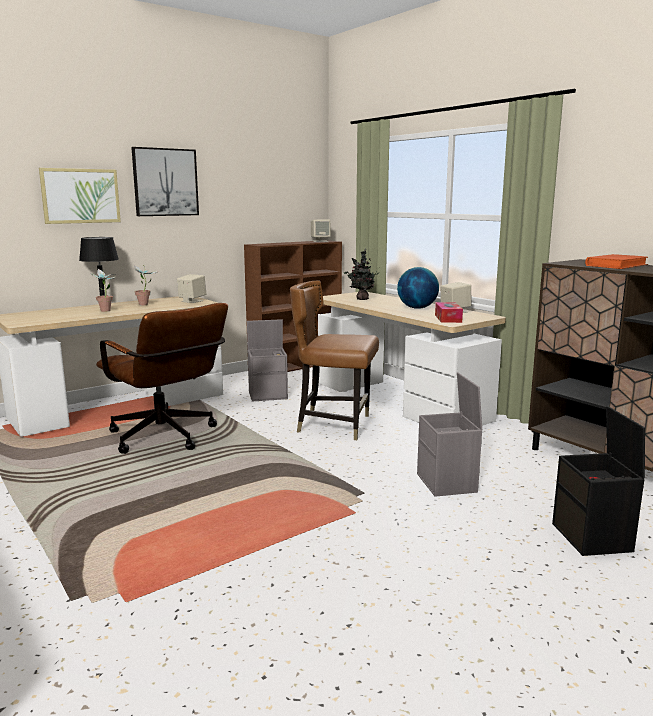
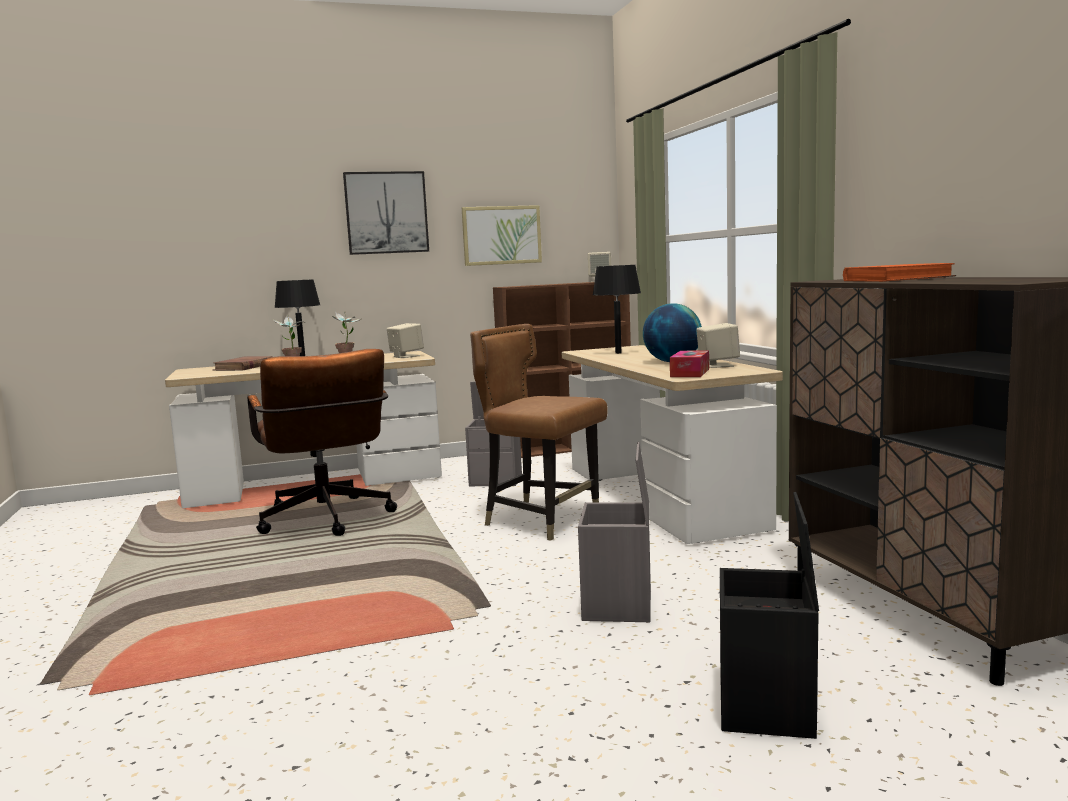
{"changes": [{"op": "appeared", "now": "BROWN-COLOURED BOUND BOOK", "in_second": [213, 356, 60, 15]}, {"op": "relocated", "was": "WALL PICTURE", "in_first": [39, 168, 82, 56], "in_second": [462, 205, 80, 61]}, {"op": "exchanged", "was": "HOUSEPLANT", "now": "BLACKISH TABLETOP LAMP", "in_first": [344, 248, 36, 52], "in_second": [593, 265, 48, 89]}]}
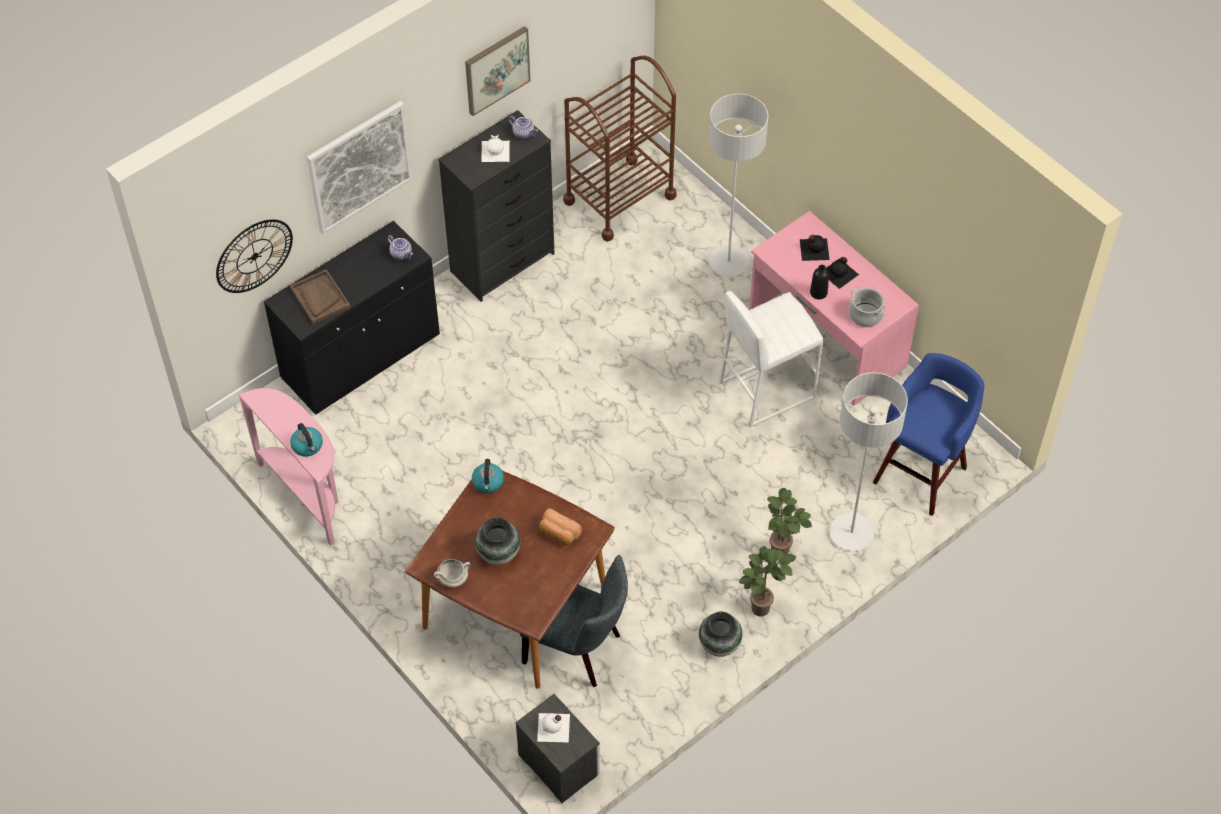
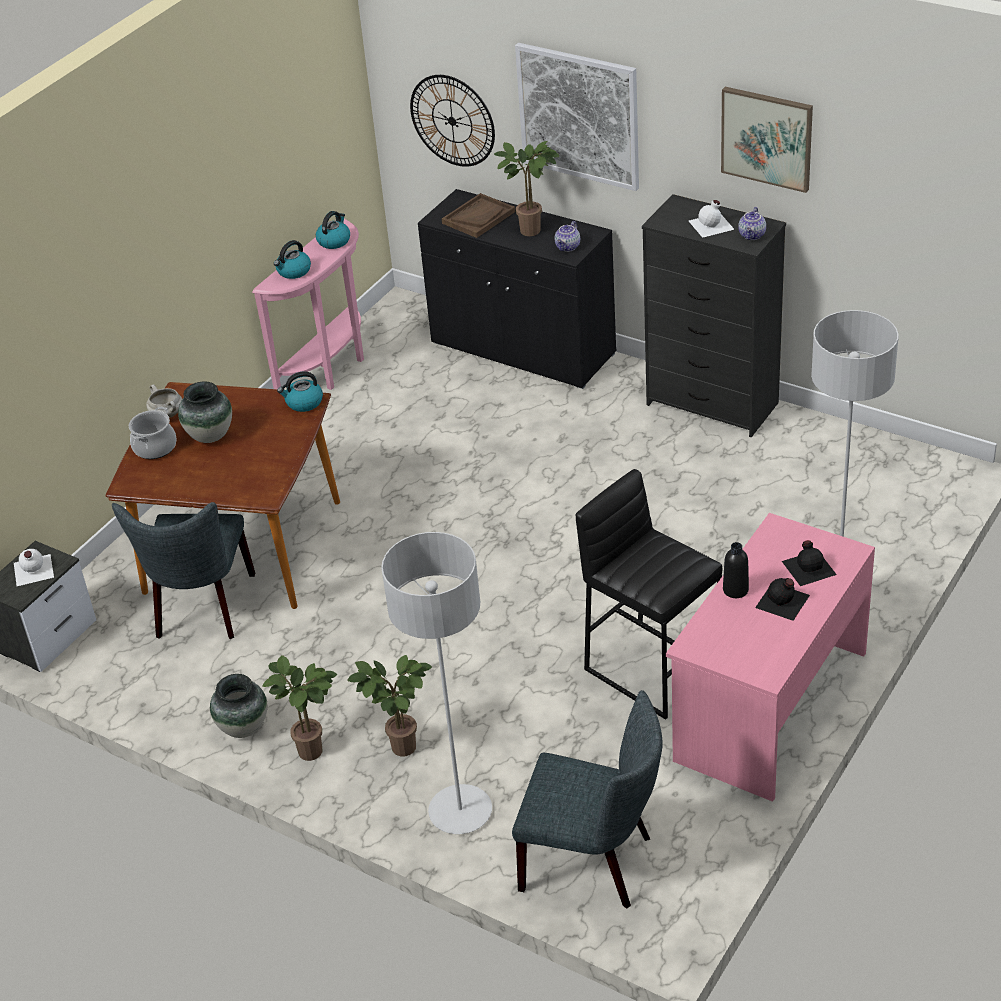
{"changes": [{"op": "relocated", "was": "COOKING POT", "in_first": [849, 287, 37, 40], "in_second": [129, 407, 48, 52]}, {"op": "appeared", "now": "WATER KETTLE", "in_second": [316, 211, 34, 38]}, {"op": "appeared", "now": "HOUSEPLANT", "in_second": [494, 141, 65, 95]}, {"op": "exchanged", "was": "BLUE-COLOURED STOOL SEAT", "now": "GREYISH CHAIR", "in_first": [873, 353, 112, 163], "in_second": [512, 690, 151, 219]}, {"op": "colour", "was": "WHITE-COLOURED STOOL SEAT", "now": "BLACKISH STOOL SEAT", "in_first": [719, 291, 104, 136], "in_second": [576, 469, 146, 251]}, {"op": "missing", "was": "BAKERY BREAD", "in_first": [539, 508, 43, 37]}, {"op": "missing", "was": "BROWN-COLOURED TROLLEY", "in_first": [563, 56, 113, 186]}]}
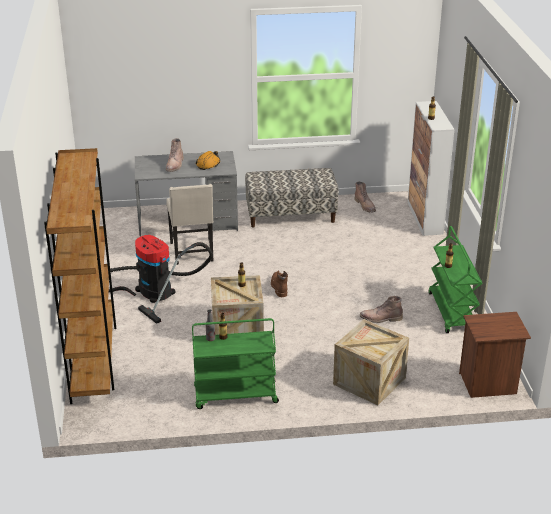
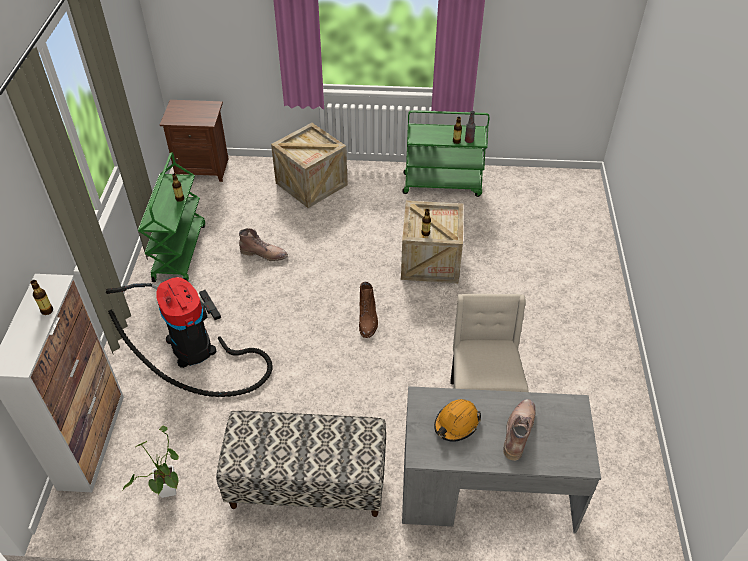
{"changes": [{"op": "relocated", "was": "VACUUM CLEANER", "in_first": [109, 235, 104, 89], "in_second": [106, 277, 167, 120]}, {"op": "exchanged", "was": "BROWN-COLOURED TALL BOOT", "now": "HOUSEPLANT", "in_first": [354, 181, 22, 32], "in_second": [123, 426, 56, 72]}, {"op": "missing", "was": "BROWN-COLOURED SHELVING UNIT", "in_first": [44, 148, 72, 256]}]}
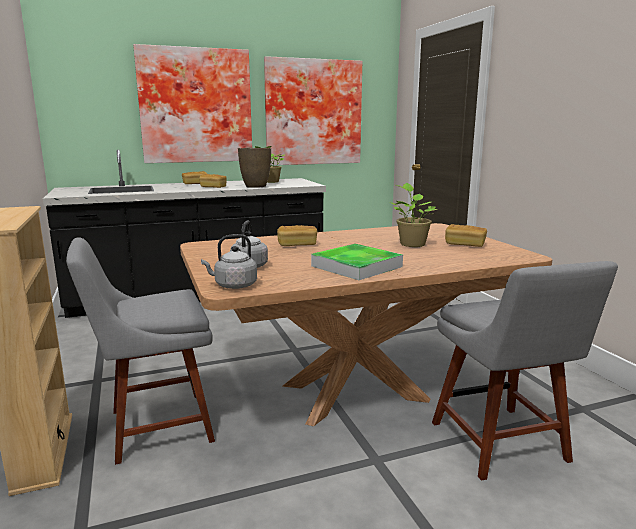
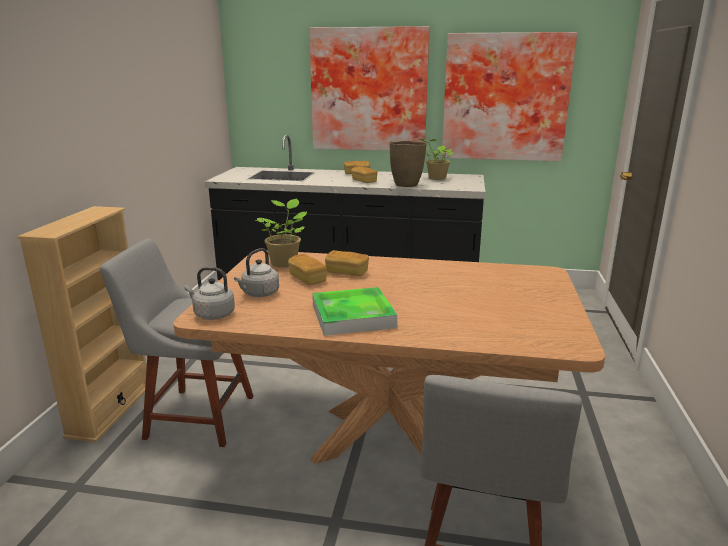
{"changes": [{"op": "relocated", "was": "HOUSEPLANT", "in_first": [389, 183, 48, 64], "in_second": [255, 198, 52, 70]}, {"op": "relocated", "was": "BAKERY BREAD", "in_first": [445, 224, 42, 23], "in_second": [288, 254, 39, 31]}]}
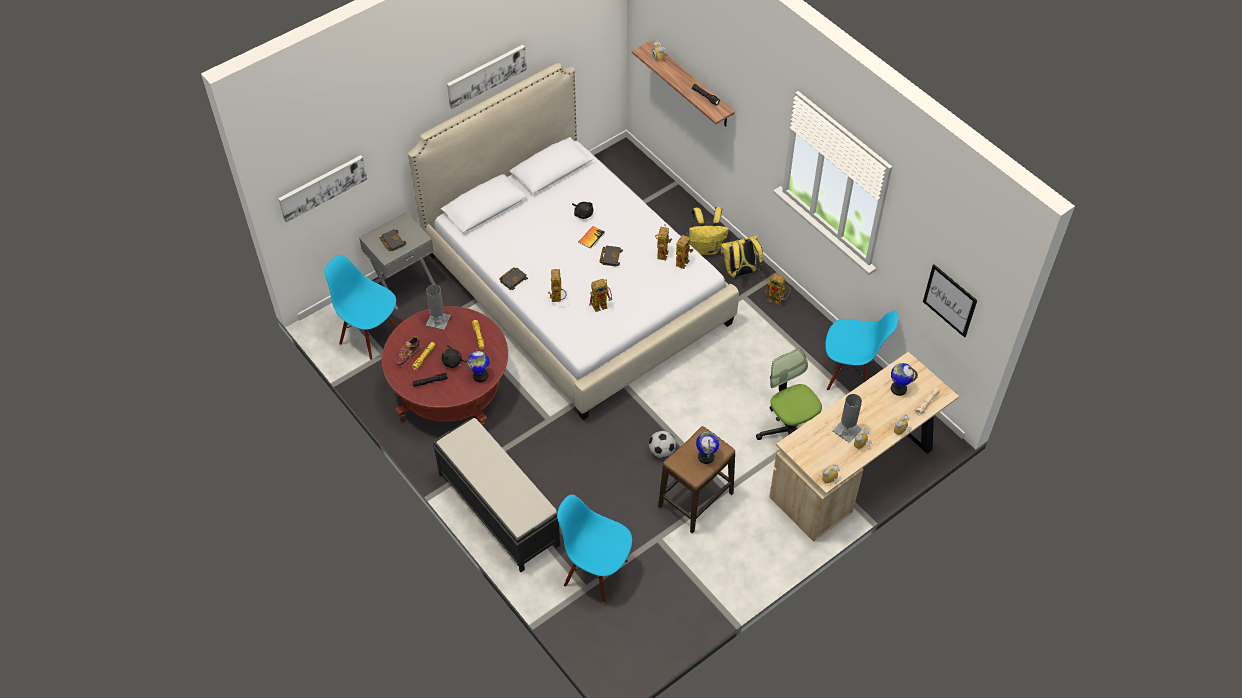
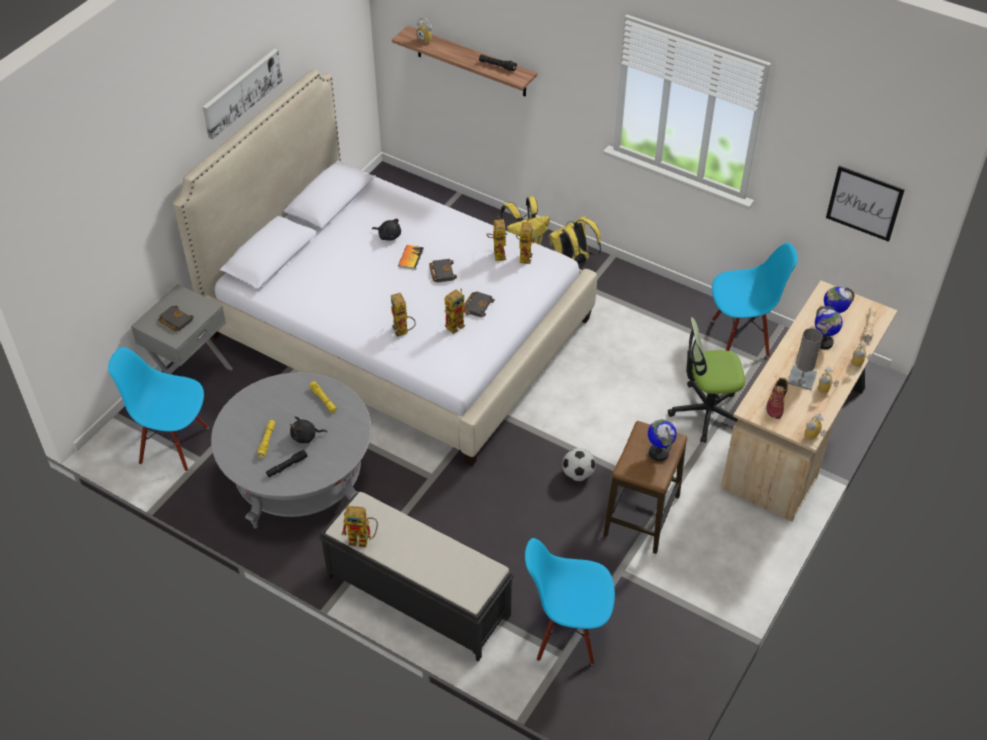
{"changes": [{"op": "colour", "was": "RED-COLOURED LOUNGE TABLE", "now": "GREYISH LOUNGE TABLE", "in_first": [382, 306, 126, 121], "in_second": [211, 372, 160, 156]}, {"op": "relocated", "was": "ROBOT FIGURE", "in_first": [765, 273, 26, 32], "in_second": [341, 506, 37, 41]}, {"op": "relocated", "was": "BLACKISH BOUND BOOK", "in_first": [499, 268, 29, 22], "in_second": [464, 291, 31, 26]}, {"op": "spun", "was": "OFFICE CHAIR", "in_first": [756, 348, 66, 92], "in_second": [668, 317, 77, 126], "clockwise": -45}, {"op": "relocated", "was": "ITEM OF FOOTWEAR", "in_first": [394, 336, 28, 30], "in_second": [766, 377, 22, 42]}, {"op": "relocated", "was": "WORLD GLOBE", "in_first": [467, 348, 23, 34], "in_second": [815, 306, 28, 43]}, {"op": "missing", "was": "WALL PICTURE", "in_first": [278, 155, 89, 68]}, {"op": "missing", "was": "GREYISH TABLETOP LAMP", "in_first": [426, 285, 25, 45]}]}
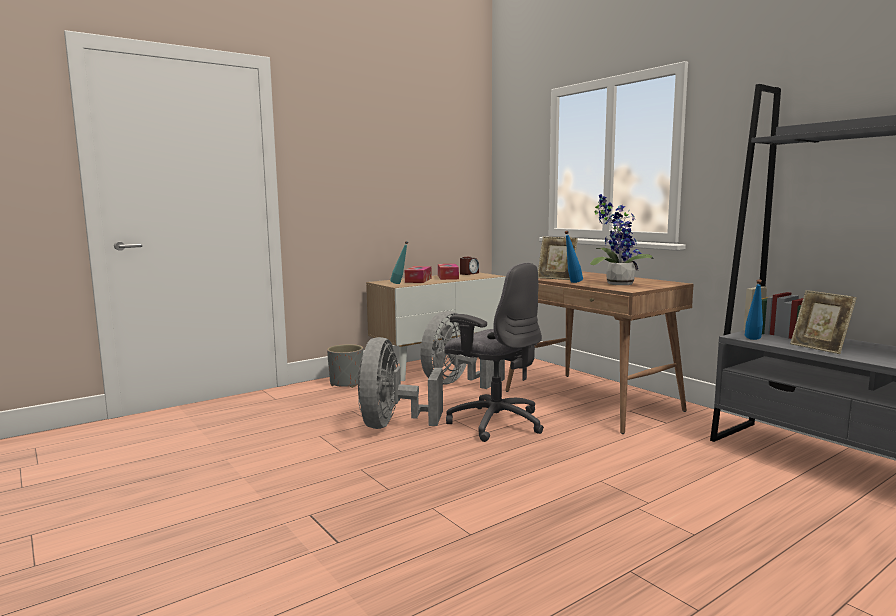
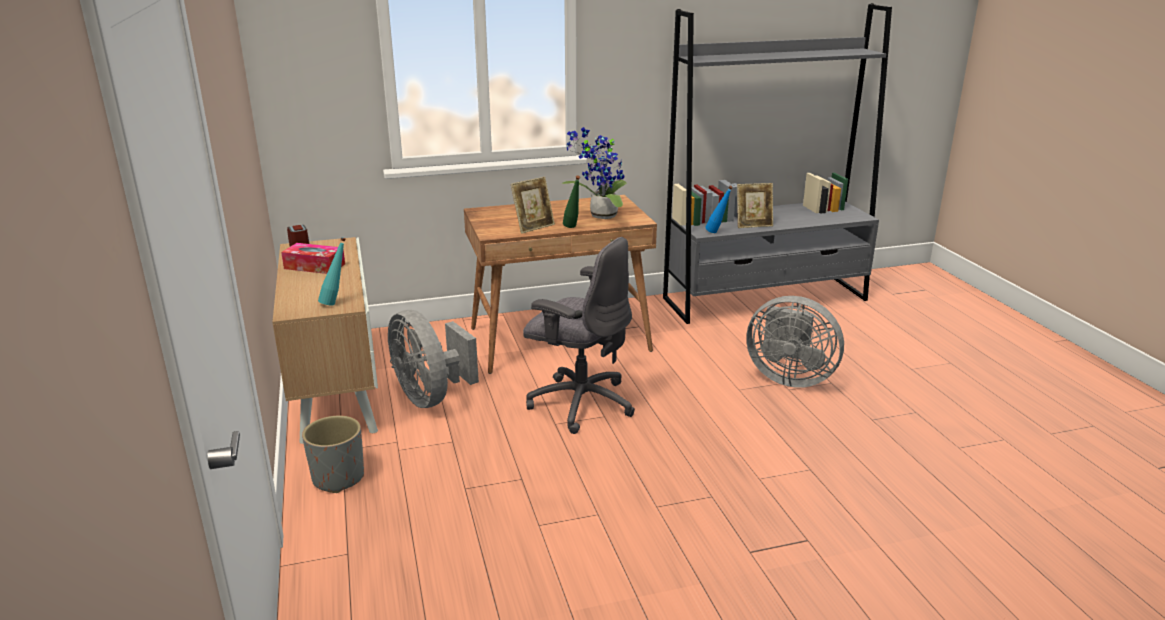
{"changes": [{"op": "spun", "was": "GREYISH OFFICE CHAIR", "in_first": [444, 263, 100, 179], "in_second": [523, 237, 112, 197], "clockwise": 60}, {"op": "colour", "was": "BLUE-COLOURED BOTTLE", "now": "GREEN BOTTLE", "in_first": [565, 231, 18, 52], "in_second": [563, 176, 17, 52]}, {"op": "relocated", "was": "GREYISH FAN", "in_first": [358, 337, 85, 92], "in_second": [746, 296, 98, 92]}, {"op": "missing", "was": "BOX OF TISSUES", "in_first": [405, 266, 27, 17]}]}
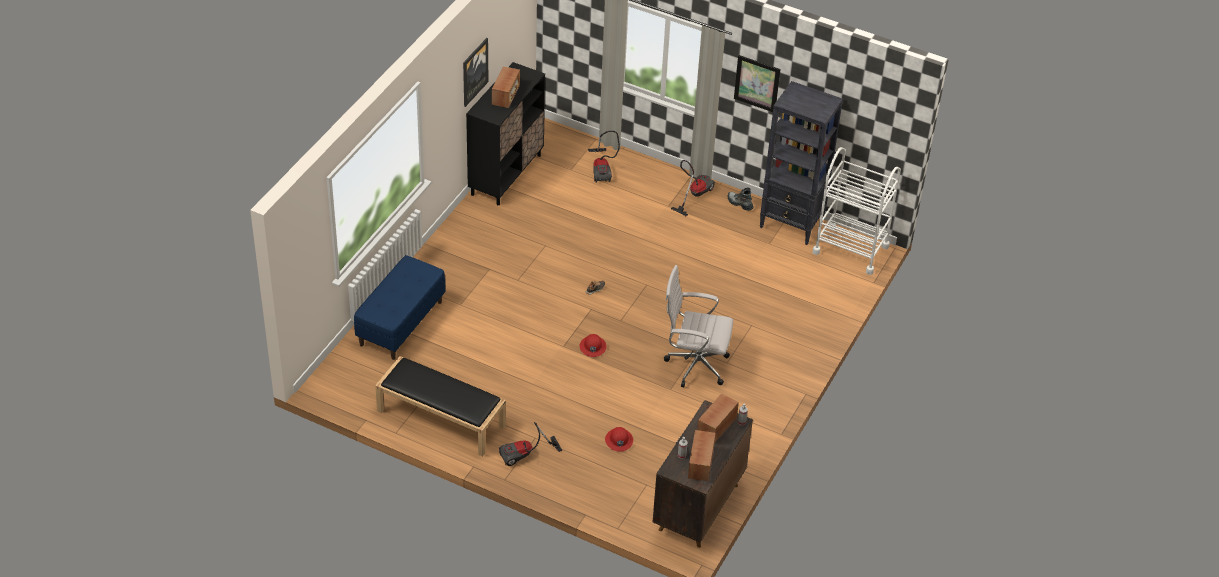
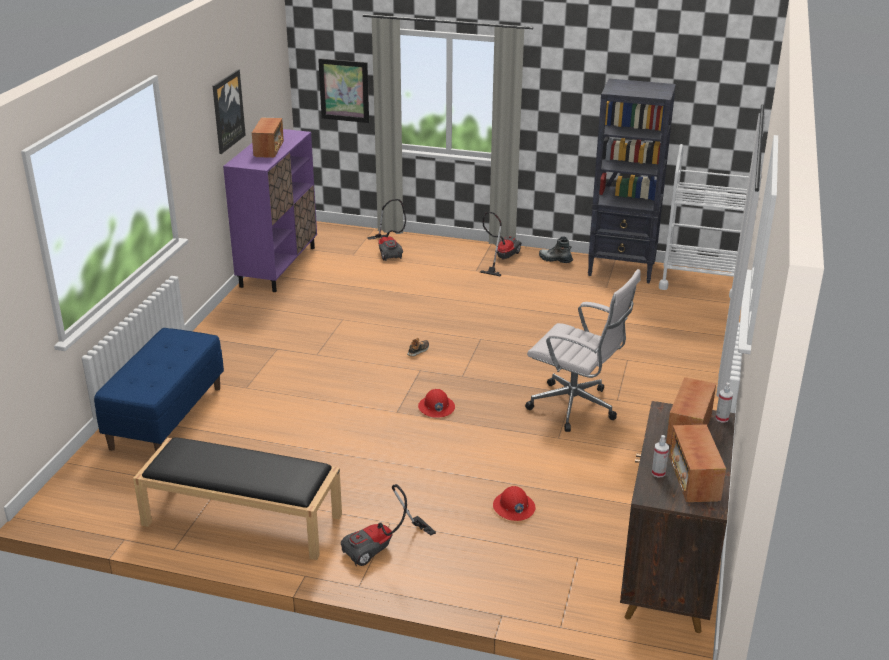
{"changes": [{"op": "colour", "was": "BLACKISH STORAGE CABINET", "now": "PURPLISH STORAGE CABINET", "in_first": [466, 62, 79, 143], "in_second": [223, 129, 94, 163]}, {"op": "relocated", "was": "WALL PICTURE", "in_first": [734, 55, 47, 57], "in_second": [318, 58, 51, 65]}, {"op": "spun", "was": "WHITE-COLOURED OFFICE CHAIR", "in_first": [664, 265, 69, 122], "in_second": [525, 269, 116, 163], "clockwise": -150}]}
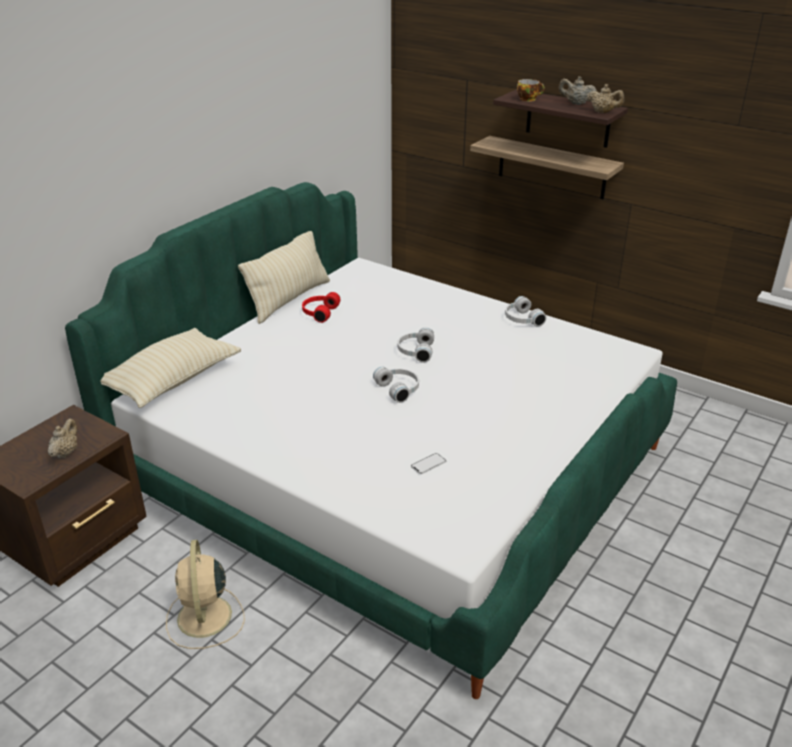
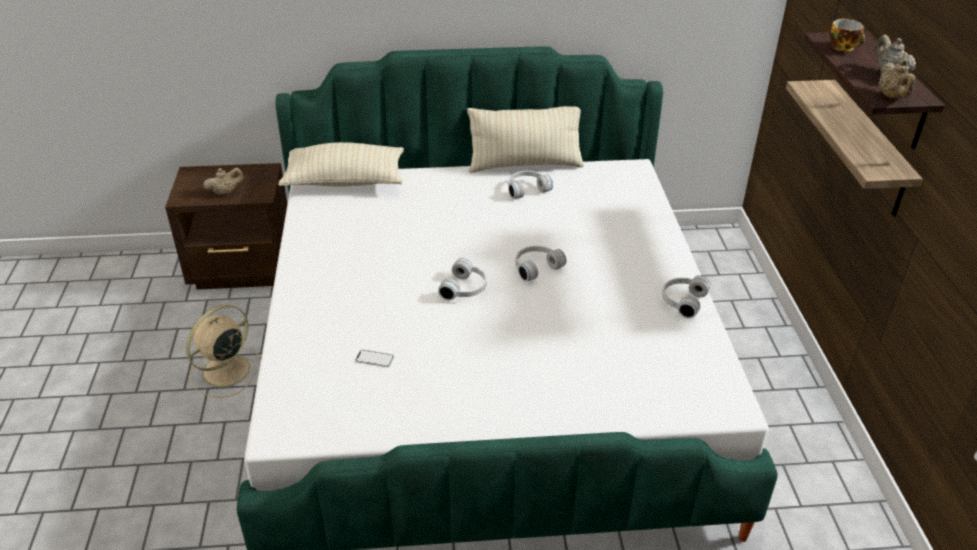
{"changes": [{"op": "colour", "was": "RED-COLOURED HEADPHONES", "now": "WHITE-COLOURED HEADPHONES", "in_first": [302, 292, 39, 31], "in_second": [508, 171, 45, 28]}]}
